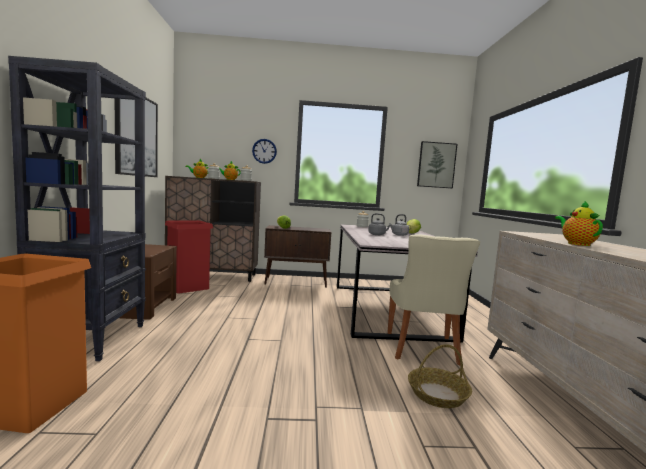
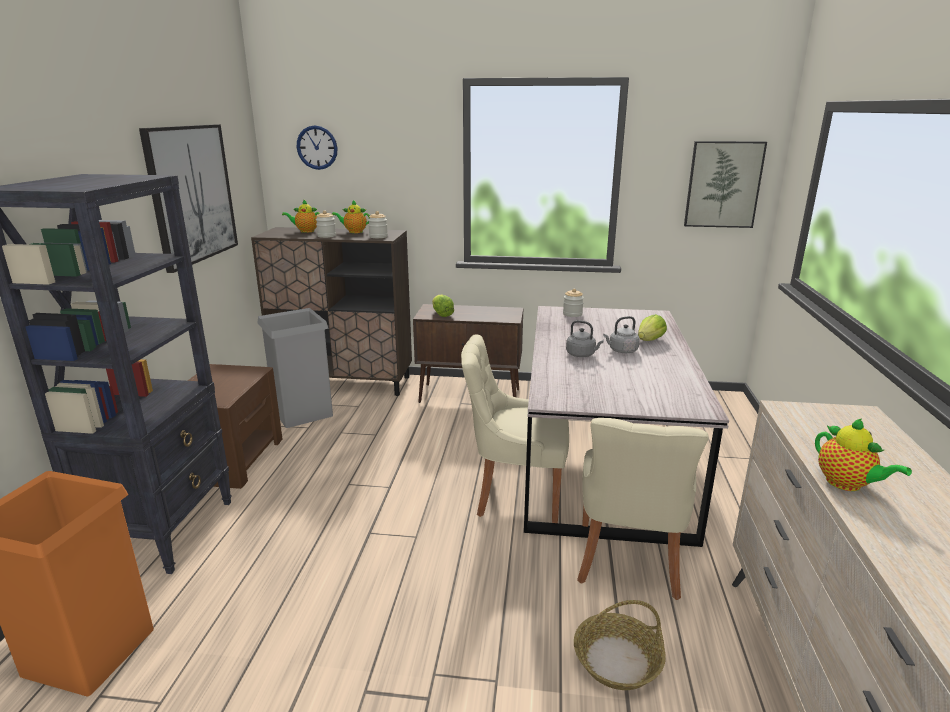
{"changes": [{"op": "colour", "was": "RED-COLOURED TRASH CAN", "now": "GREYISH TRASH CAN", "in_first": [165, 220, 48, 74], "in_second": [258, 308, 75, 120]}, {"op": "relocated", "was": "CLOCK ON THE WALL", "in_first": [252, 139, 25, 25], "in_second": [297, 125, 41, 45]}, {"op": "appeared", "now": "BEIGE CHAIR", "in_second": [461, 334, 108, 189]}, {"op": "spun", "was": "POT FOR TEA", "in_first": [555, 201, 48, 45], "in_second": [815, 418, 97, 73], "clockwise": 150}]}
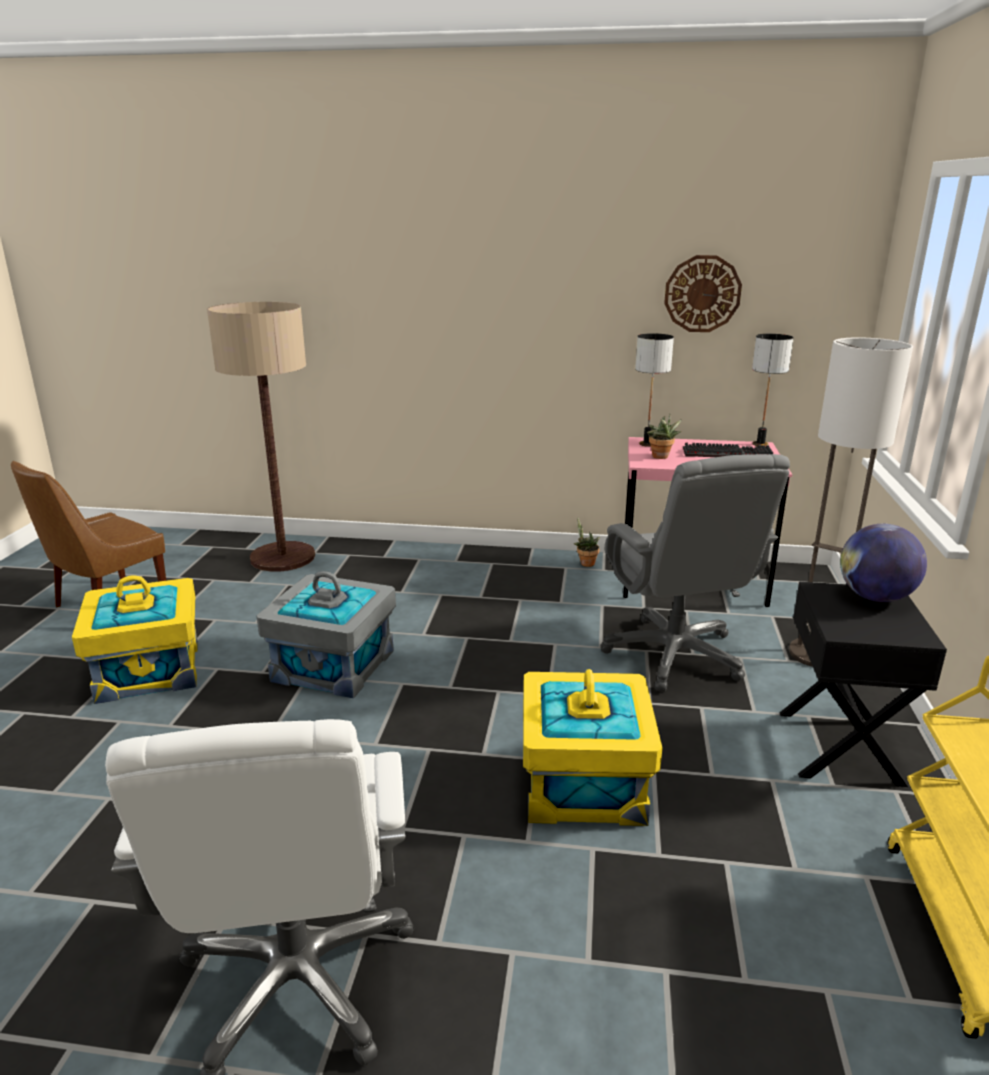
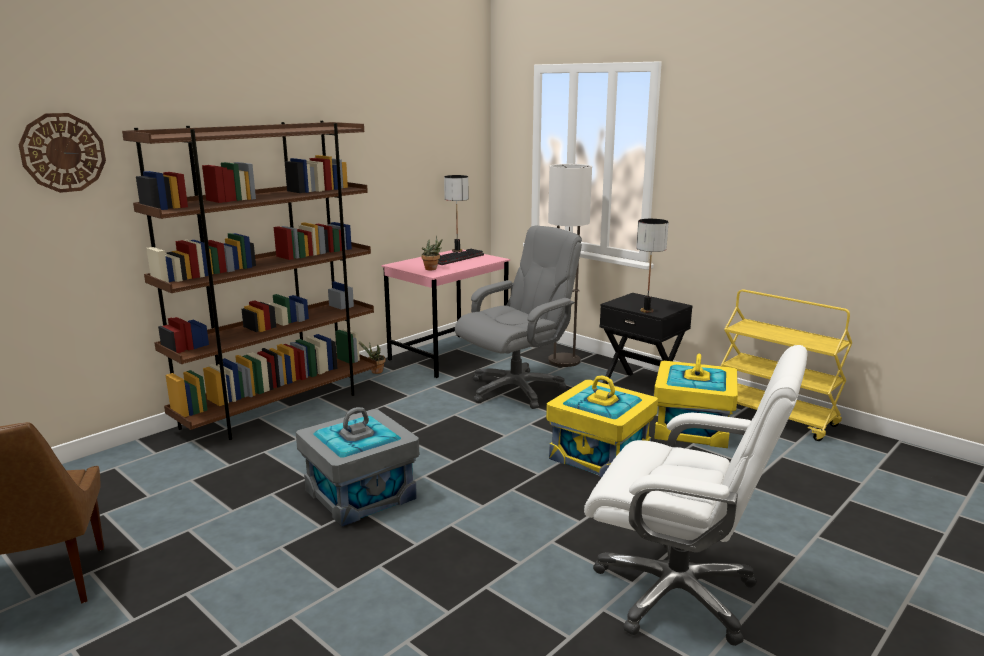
{"changes": [{"op": "relocated", "was": "CLOCK ON THE WALL", "in_first": [664, 255, 78, 77], "in_second": [19, 113, 87, 80]}, {"op": "appeared", "now": "BROWN-COLOURED SHELVING UNIT", "in_second": [122, 121, 255, 319]}, {"op": "spun", "was": "GREYISH OFFICE CHAIR", "in_first": [601, 454, 189, 238], "in_second": [455, 226, 127, 183], "clockwise": -60}, {"op": "relocated", "was": "TABLETOP LAMP", "in_first": [635, 333, 39, 114], "in_second": [636, 219, 33, 94]}, {"op": "relocated", "was": "YELLOWISH STORAGE BOX", "in_first": [72, 575, 126, 129], "in_second": [654, 353, 84, 95]}, {"op": "missing", "was": "STANDING LAMP", "in_first": [207, 302, 108, 270]}, {"op": "missing", "was": "WORLD GLOBE", "in_first": [840, 524, 87, 78]}]}
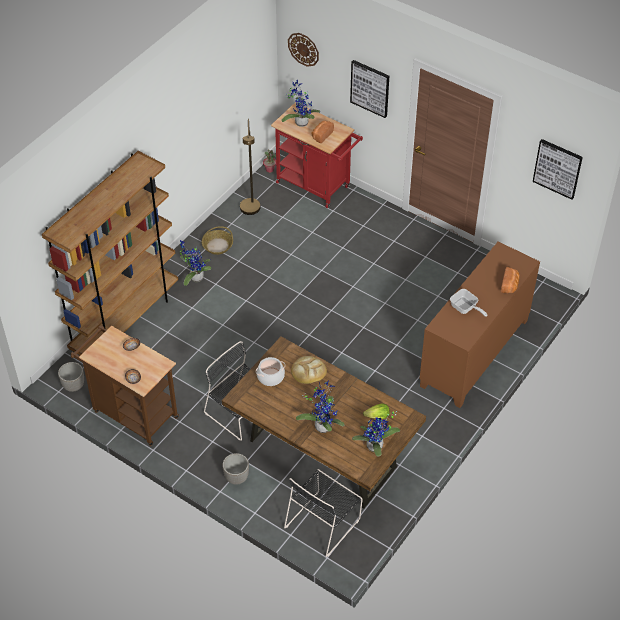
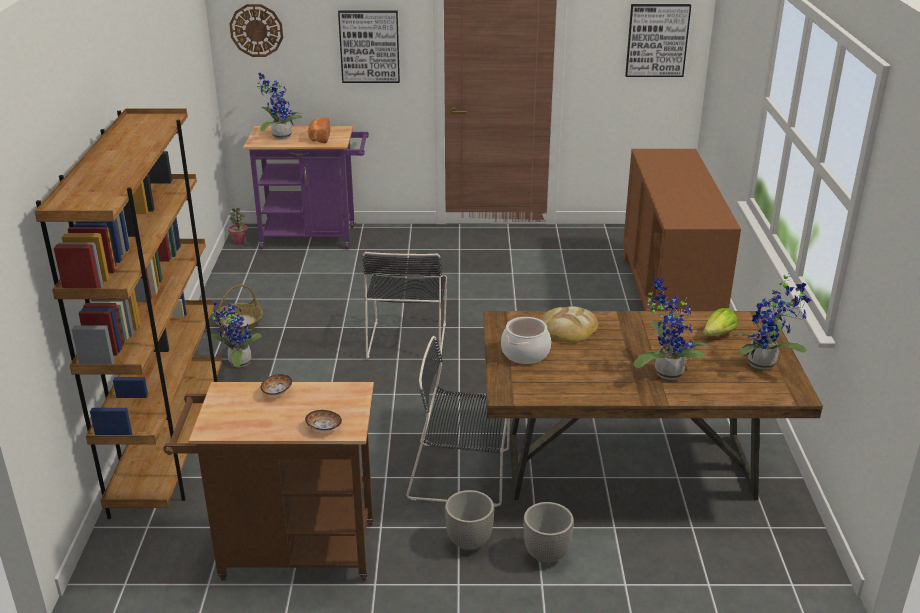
{"changes": [{"op": "colour", "was": "RED-COLOURED TROLLEY", "now": "PURPLISH TROLLEY", "in_first": [271, 102, 92, 106], "in_second": [243, 126, 126, 123]}, {"op": "relocated", "was": "BLACKISH CHAIR", "in_first": [284, 469, 79, 88], "in_second": [362, 252, 85, 107]}, {"op": "relocated", "was": "PLANTER", "in_first": [58, 362, 26, 30], "in_second": [445, 490, 49, 61]}, {"op": "missing", "was": "BROWN-COLOURED STANDING LAMP", "in_first": [240, 119, 20, 96]}, {"op": "missing", "was": "PAN", "in_first": [450, 289, 37, 28]}, {"op": "missing", "was": "BAKERY BREAD", "in_first": [501, 267, 18, 26]}]}
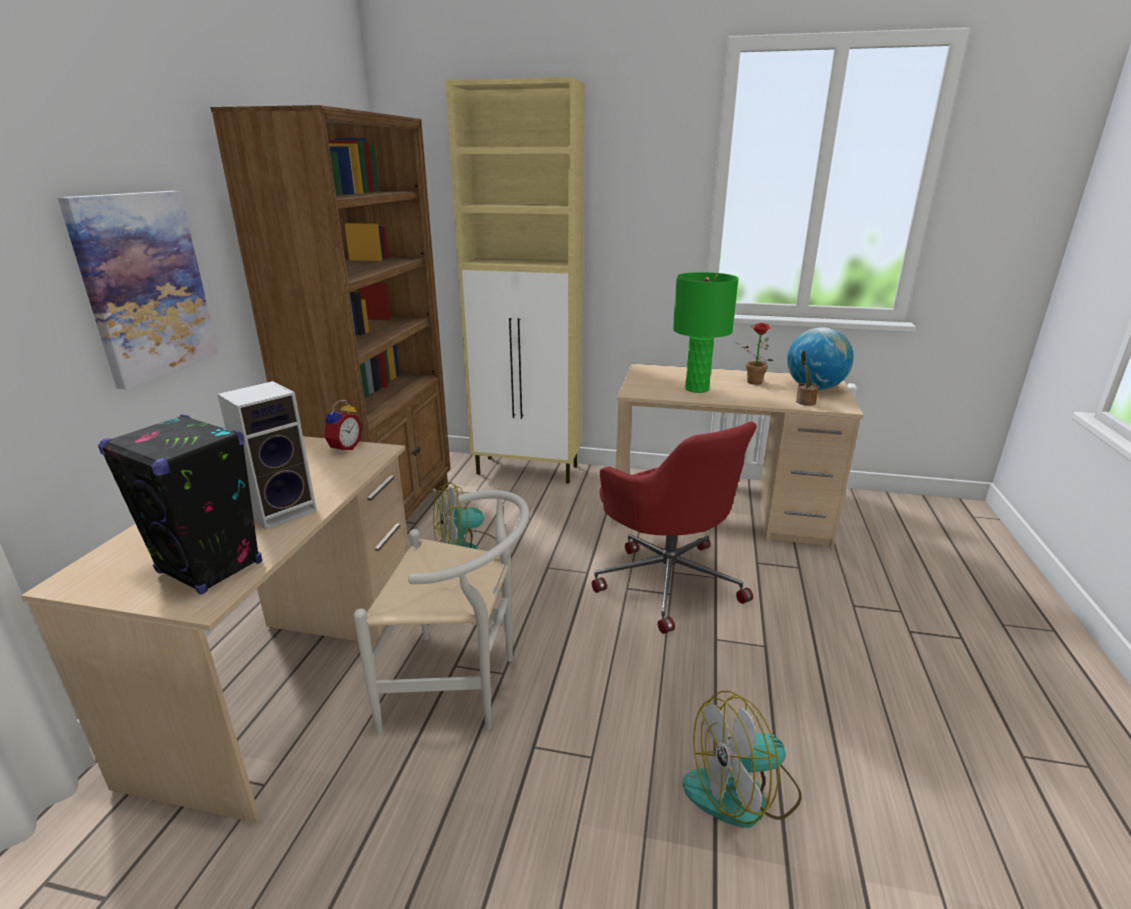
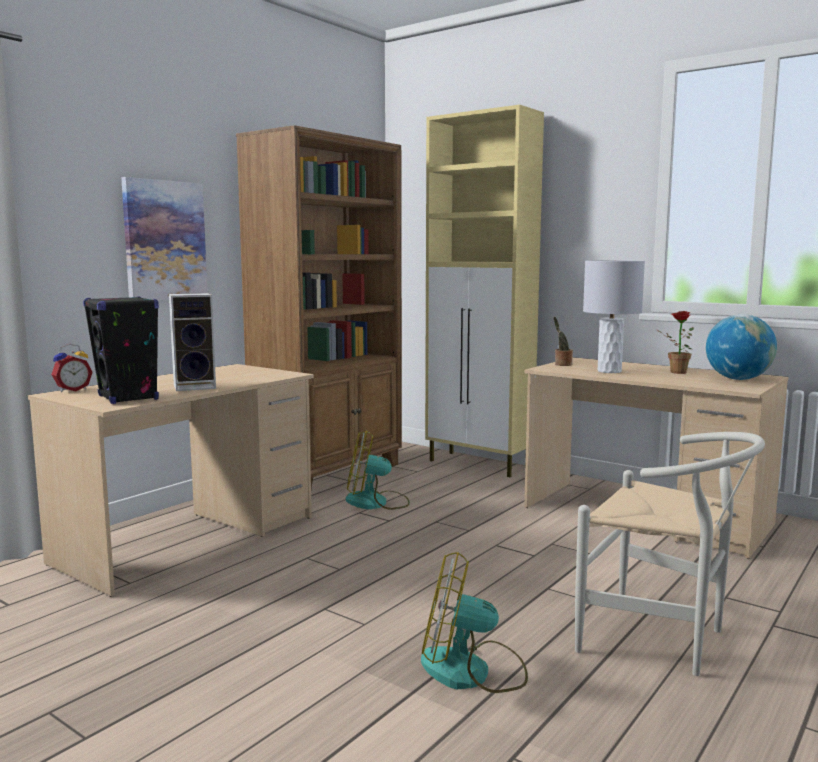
{"changes": [{"op": "relocated", "was": "ALARM CLOCK", "in_first": [324, 400, 38, 54], "in_second": [51, 344, 42, 48]}, {"op": "relocated", "was": "HOUSEPLANT", "in_first": [796, 351, 23, 55], "in_second": [554, 317, 19, 49]}, {"op": "relocated", "was": "WHITE-COLOURED CHAIR", "in_first": [354, 490, 175, 244], "in_second": [575, 432, 190, 244]}, {"op": "colour", "was": "GREEN TABLETOP LAMP", "now": "GREYISH TABLETOP LAMP", "in_first": [673, 272, 66, 121], "in_second": [583, 260, 62, 113]}, {"op": "missing", "was": "RED-COLOURED OFFICE CHAIR", "in_first": [592, 421, 165, 213]}]}
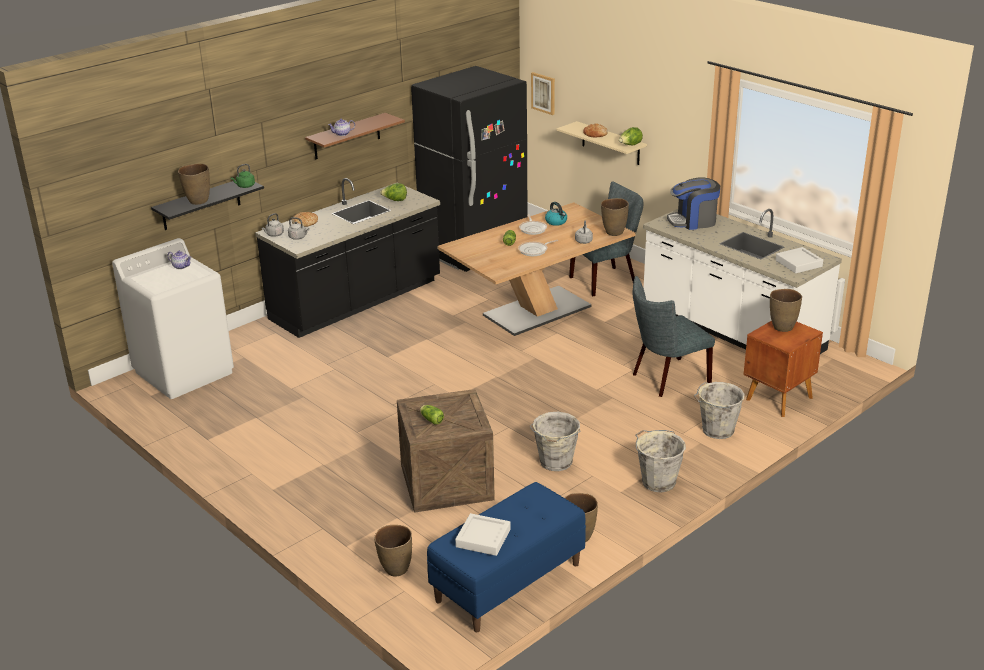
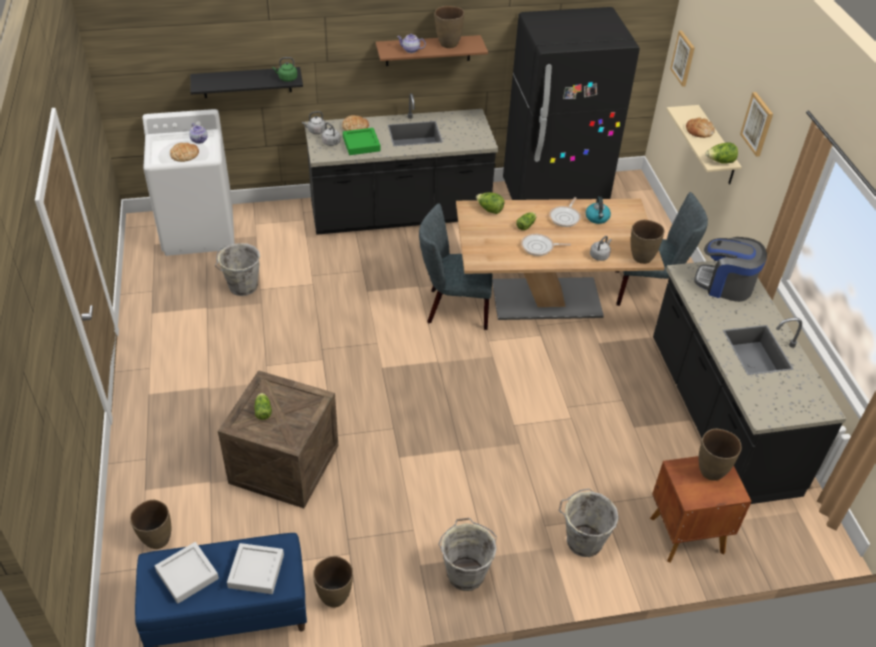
{"changes": [{"op": "appeared", "now": "BAKERY BREAD", "in_second": [170, 143, 29, 19]}, {"op": "relocated", "was": "GREYISH BUCKET", "in_first": [530, 412, 50, 59], "in_second": [215, 243, 45, 53]}, {"op": "relocated", "was": "GREYISH CARRYING TRAY", "in_first": [776, 247, 47, 26], "in_second": [227, 543, 57, 51]}, {"op": "appeared", "now": "GREEN CARRYING TRAY", "in_second": [343, 128, 38, 27]}, {"op": "relocated", "was": "GREYISH CHAIR", "in_first": [633, 276, 82, 121], "in_second": [419, 203, 74, 127]}, {"op": "relocated", "was": "BROWN-COLOURED DECORATIVE VASE", "in_first": [178, 164, 32, 41], "in_second": [435, 6, 29, 42]}, {"op": "relocated", "was": "LETTUCE HEAD", "in_first": [380, 183, 27, 18], "in_second": [476, 192, 28, 22]}, {"op": "colour", "was": "WHITE-COLOURED COUNTER", "now": "BLACKISH COUNTER", "in_first": [643, 209, 199, 145], "in_second": [653, 261, 193, 243]}, {"op": "appeared", "now": "WALL PICTURE", "in_second": [740, 92, 33, 65]}]}
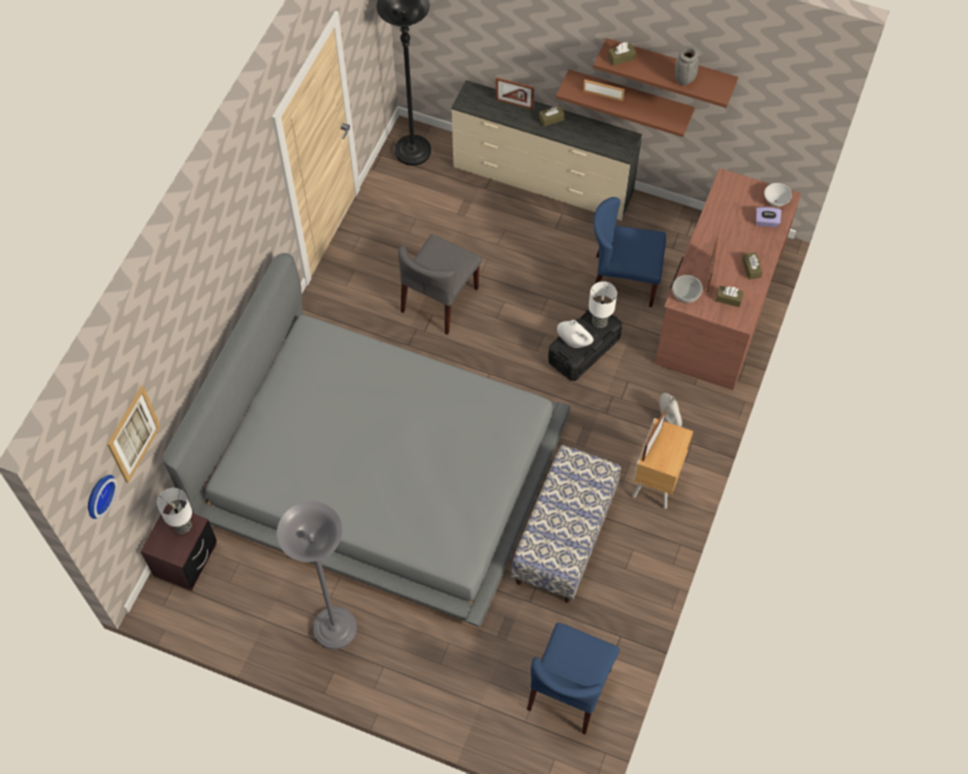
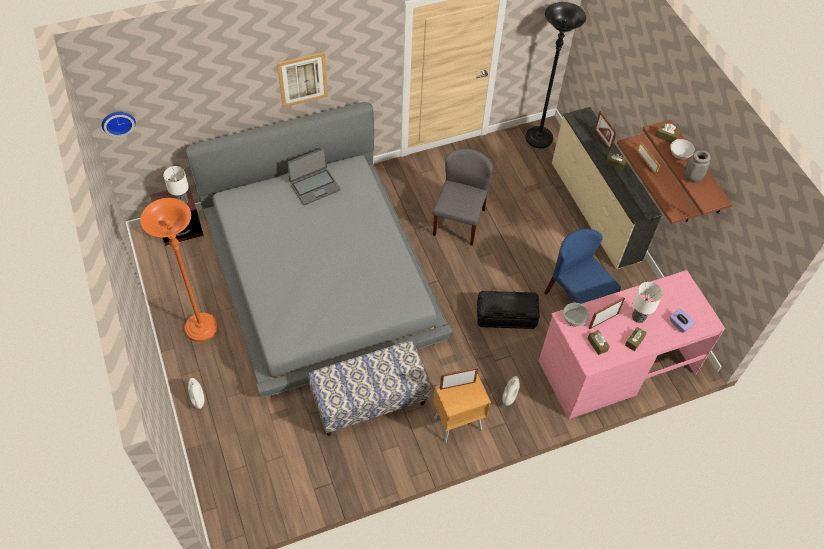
{"changes": [{"op": "colour", "was": "GREYISH STANDING LAMP", "now": "ORANGEY STANDING LAMP", "in_first": [277, 501, 80, 149], "in_second": [140, 198, 78, 144]}, {"op": "relocated", "was": "WHITE-COLOURED DECORATIVE VASE", "in_first": [557, 320, 36, 28], "in_second": [188, 378, 16, 31]}, {"op": "relocated", "was": "WALL PICTURE", "in_first": [107, 385, 54, 98], "in_second": [277, 52, 51, 55]}, {"op": "appeared", "now": "LAPTOP", "in_second": [287, 147, 54, 58]}, {"op": "spun", "was": "GREYISH CHAIR", "in_first": [398, 234, 84, 101], "in_second": [432, 148, 61, 98], "clockwise": 120}, {"op": "colour", "was": "BROWN-COLOURED DESK TABLE", "now": "PINKISH DESK TABLE", "in_first": [655, 168, 146, 222], "in_second": [539, 270, 187, 149]}, {"op": "relocated", "was": "TABLETOP LAMP", "in_first": [589, 281, 28, 47], "in_second": [632, 282, 31, 41]}, {"op": "relocated", "was": "WHITE-COLOURED DEEP DISH", "in_first": [764, 183, 28, 24], "in_second": [670, 139, 25, 20]}, {"op": "missing", "was": "BLUE-COLOURED CHAIR", "in_first": [527, 623, 93, 112]}]}
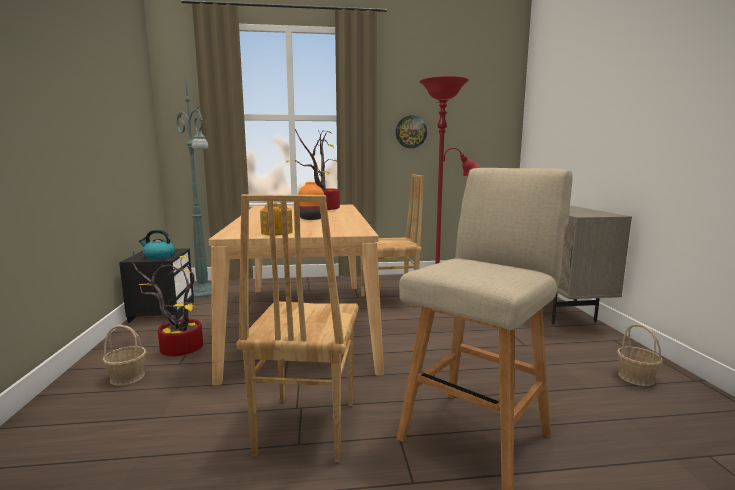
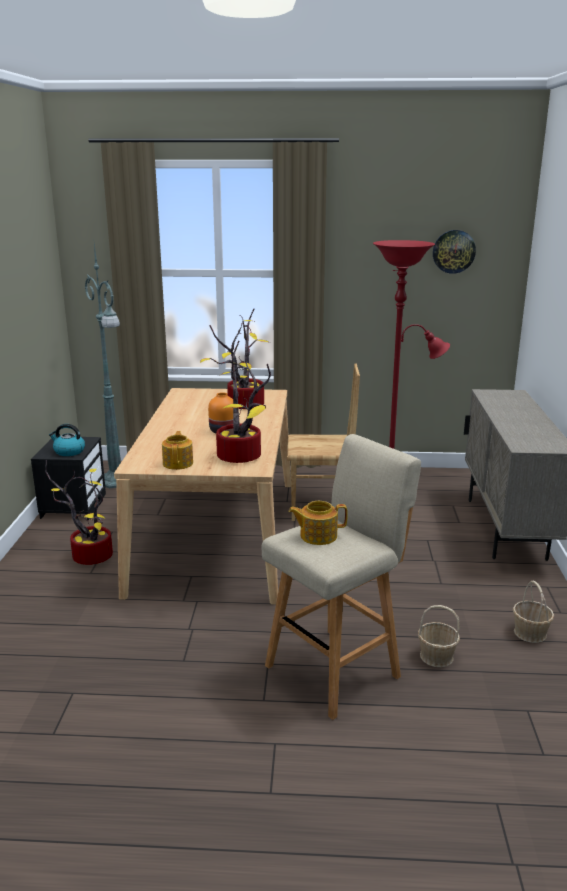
{"changes": [{"op": "appeared", "now": "HOUSEPLANT", "in_second": [216, 341, 55, 122]}, {"op": "appeared", "now": "POT FOR TEA", "in_second": [288, 501, 60, 44]}, {"op": "relocated", "was": "STORAGE BASKET", "in_first": [102, 325, 44, 61], "in_second": [418, 605, 42, 62]}, {"op": "relocated", "was": "CLOCK ON THE WALL", "in_first": [396, 116, 31, 32], "in_second": [433, 230, 43, 44]}, {"op": "missing", "was": "BROWN-COLOURED CHAIR", "in_first": [236, 194, 123, 268]}]}
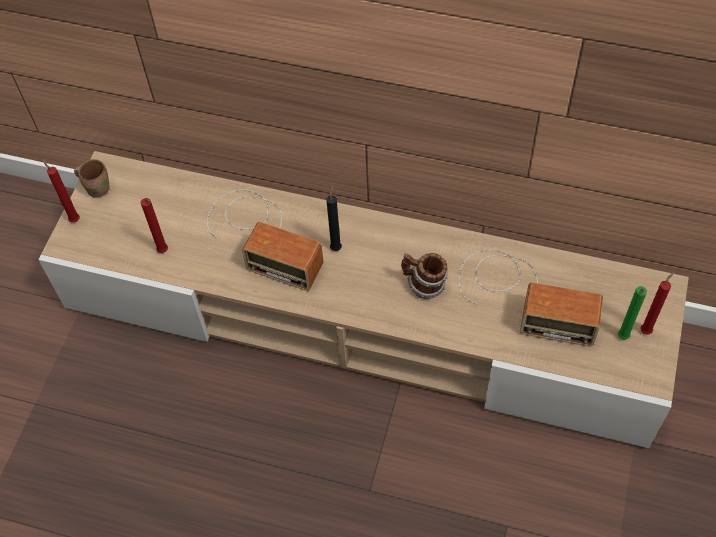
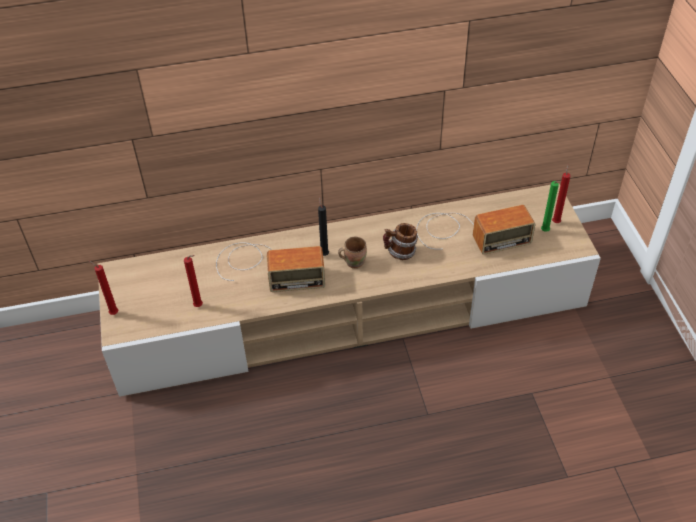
{"changes": [{"op": "relocated", "was": "BROWN-COLOURED TEA MUG", "in_first": [74, 159, 35, 39], "in_second": [338, 237, 29, 32]}]}
